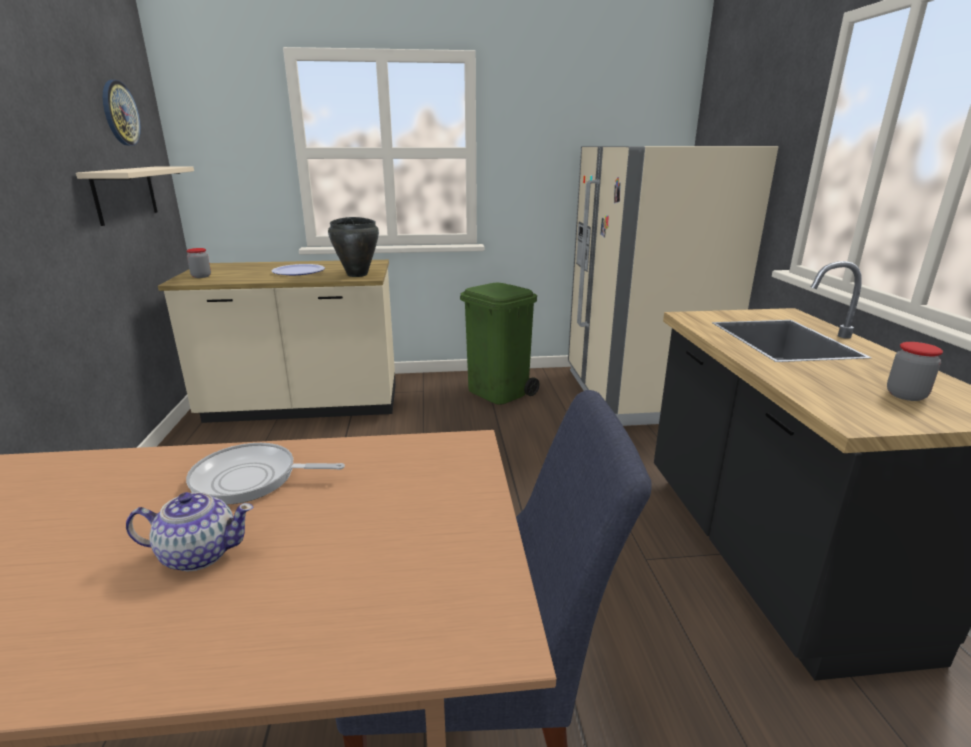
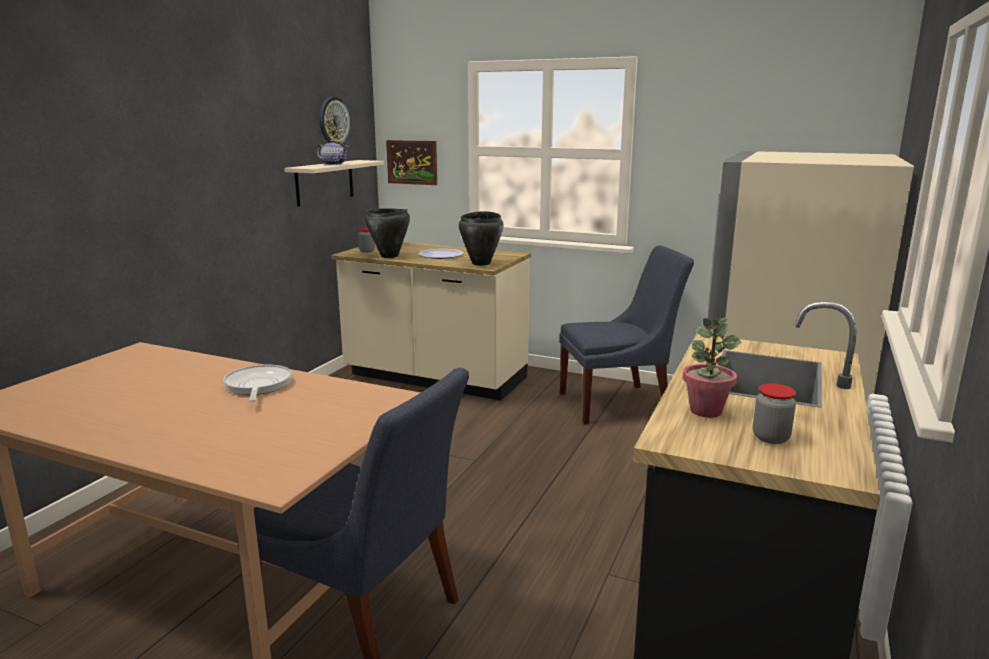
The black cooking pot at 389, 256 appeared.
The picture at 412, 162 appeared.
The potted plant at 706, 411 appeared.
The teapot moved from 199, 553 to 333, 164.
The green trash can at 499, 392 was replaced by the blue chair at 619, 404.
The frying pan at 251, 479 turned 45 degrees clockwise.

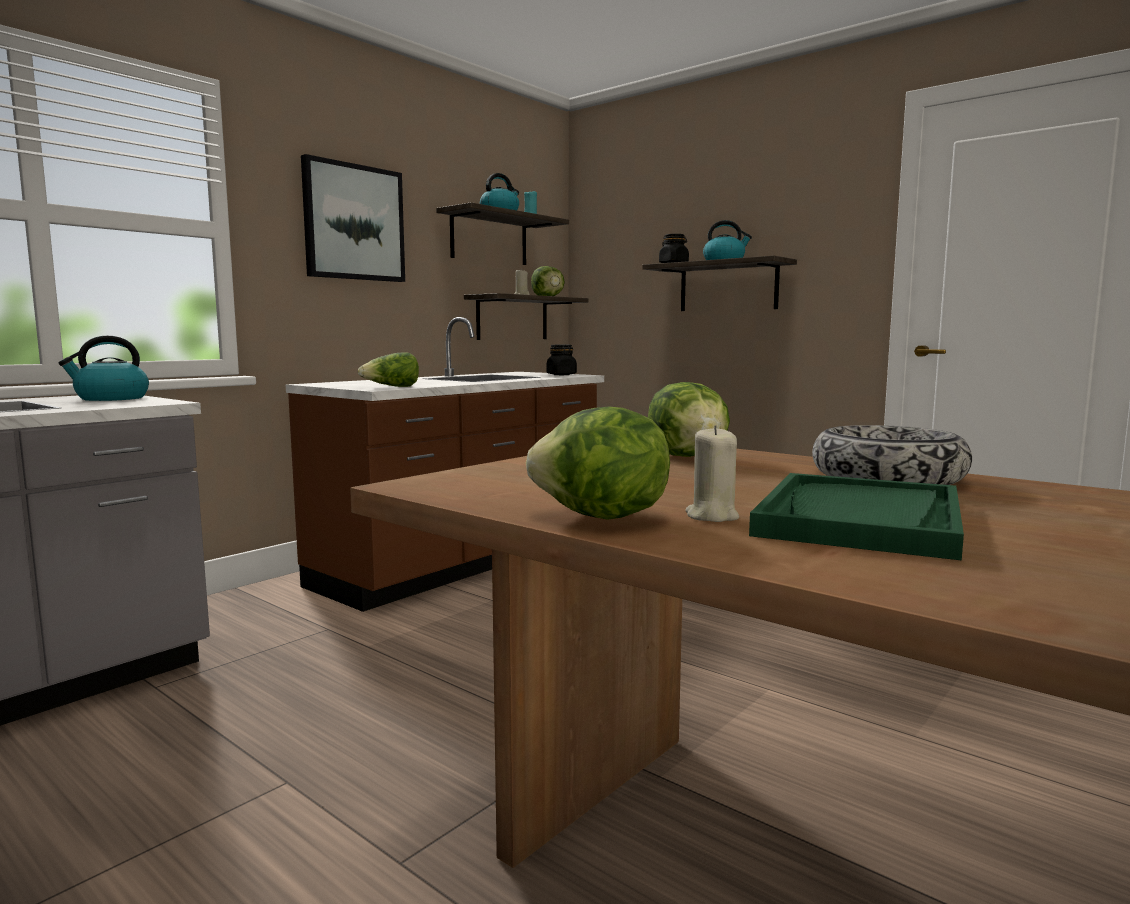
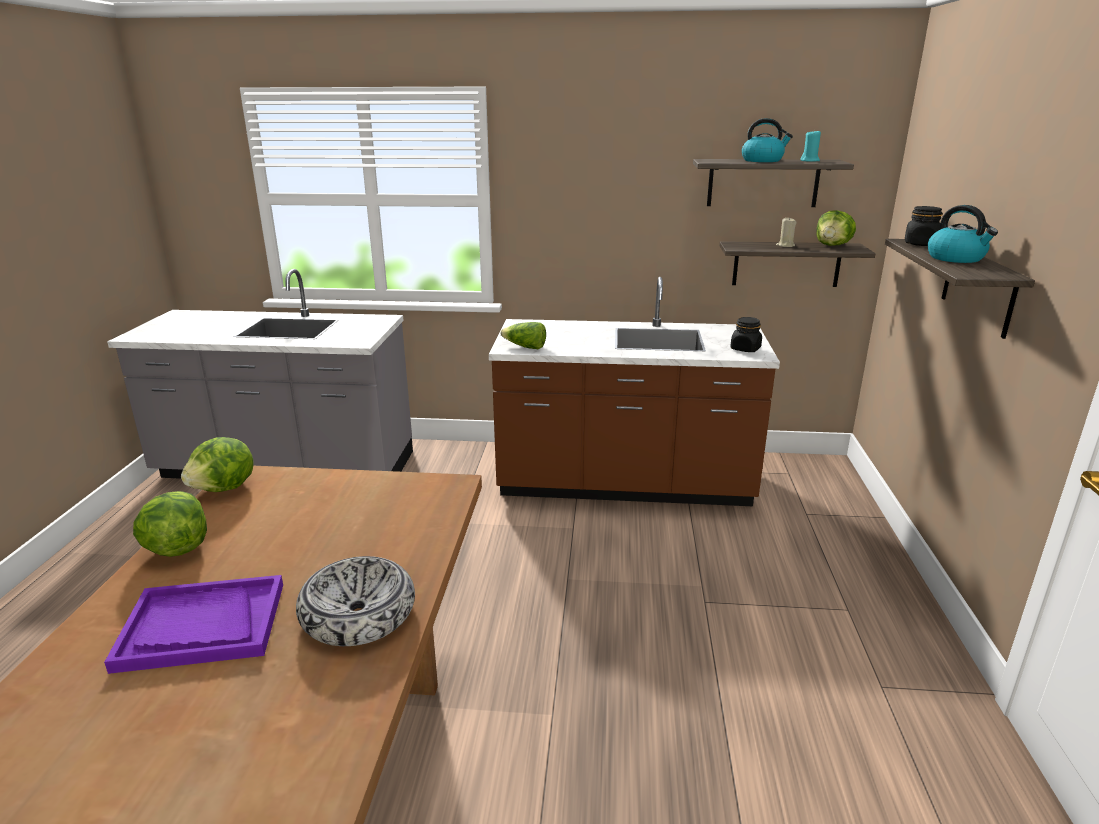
The kettle at 111, 398 disappeared.
The picture at 353, 222 disappeared.
The beige candle at 712, 516 disappeared.
The lettuce moved from 689, 456 to 225, 489.
The green tray at 860, 520 became the purple tray at 202, 626.

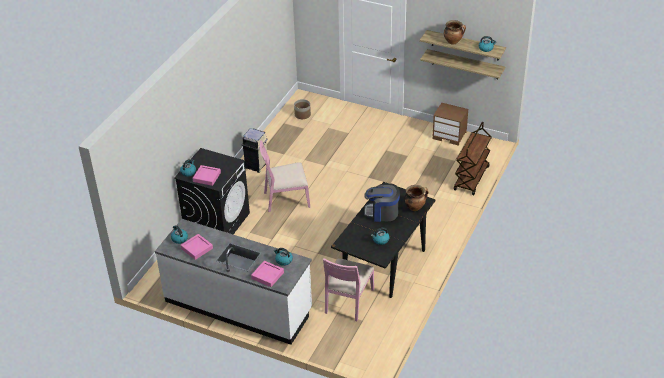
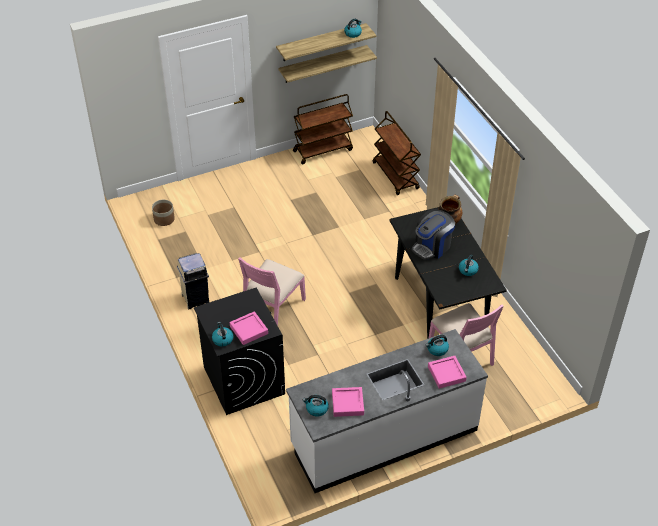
The cooking pot at 453, 42 disappeared.
The brown nightstand at 450, 135 was replaced by the brown cart at 323, 150.

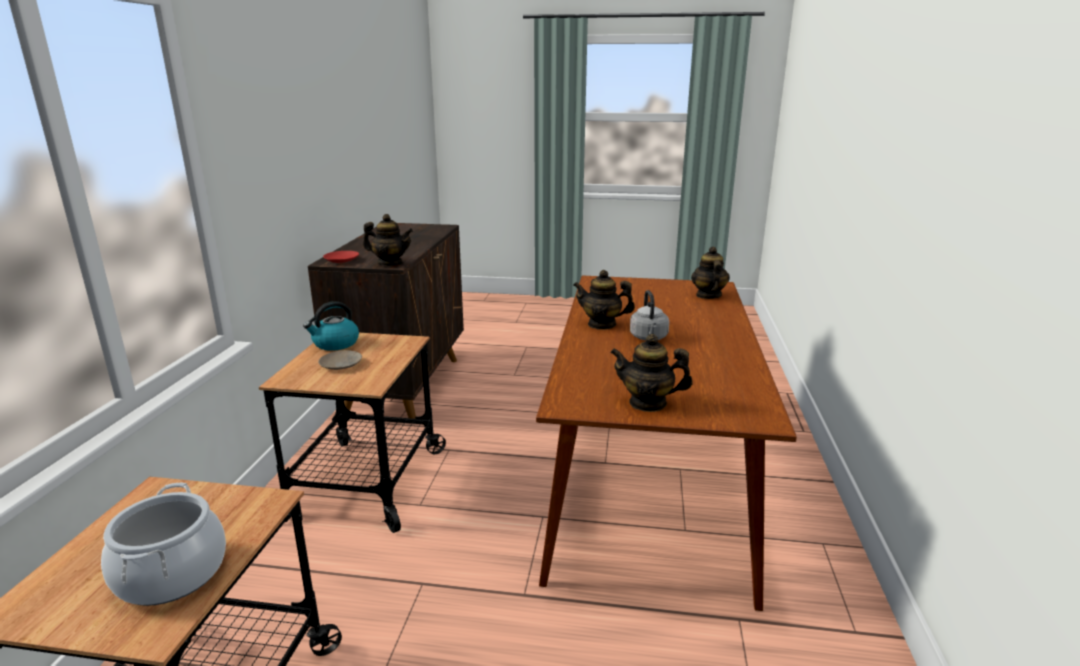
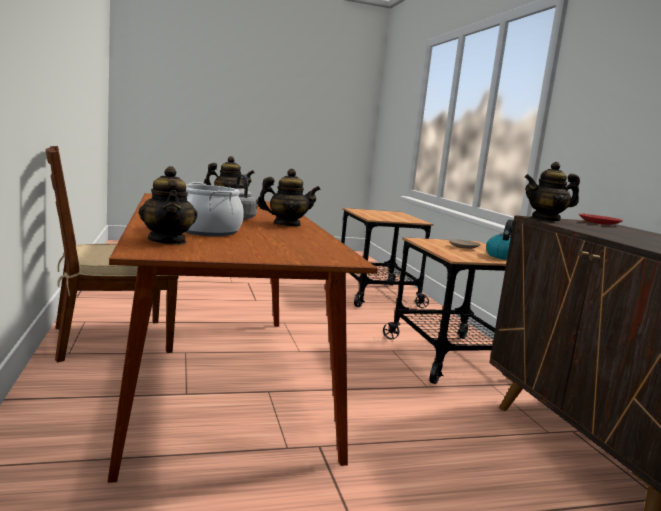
The brown chair at 111, 339 appeared.
The cooking pot moved from 171, 574 to 207, 231.

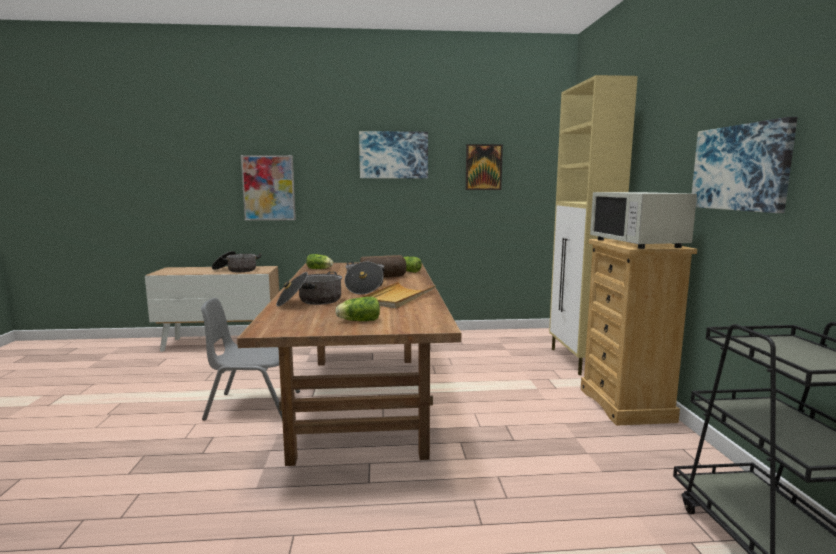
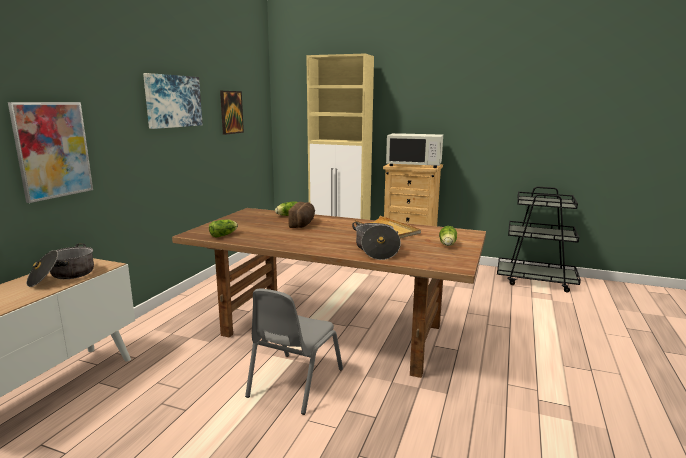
The cooking pot at 364, 288 disappeared.
The picture at 741, 168 disappeared.

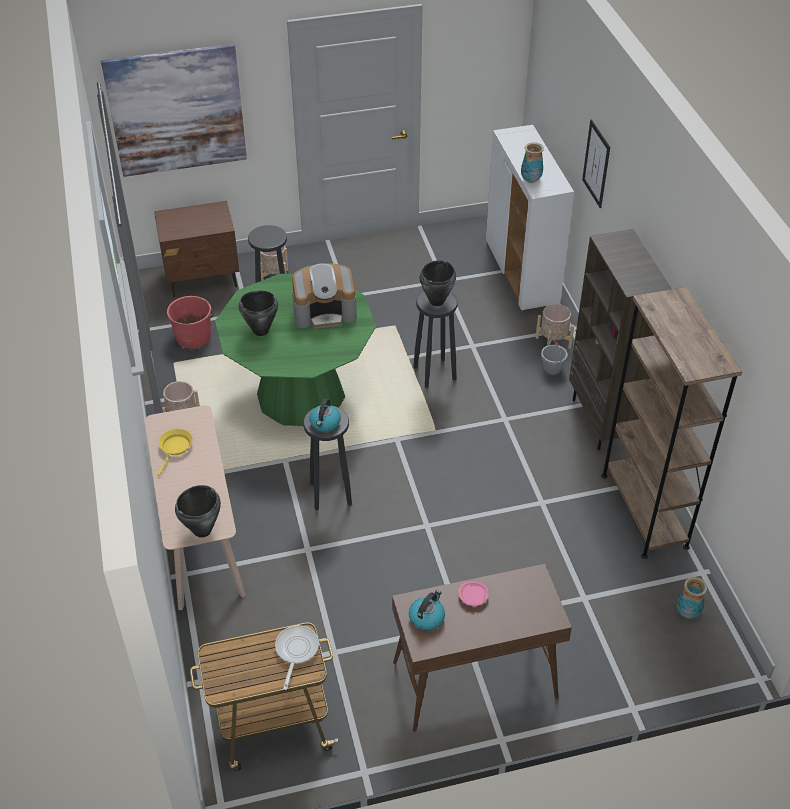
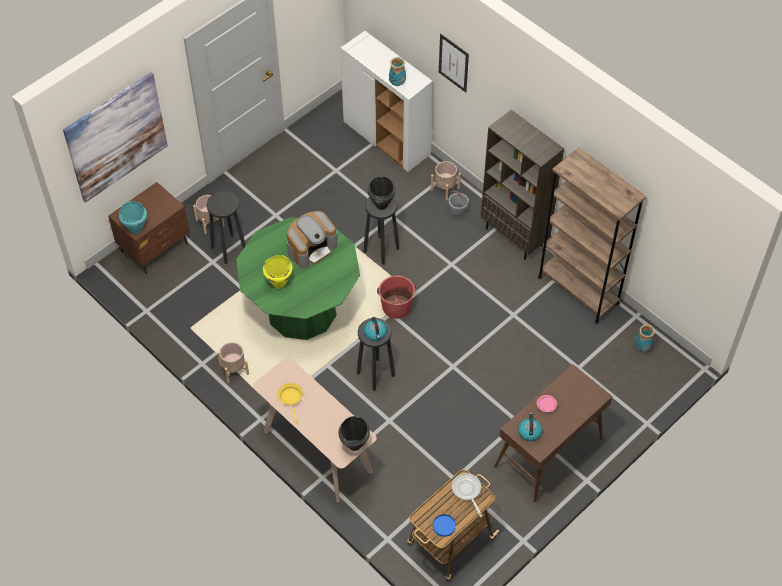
The turquoise cooking pot at 136, 229 appeared.
The blue plate at 444, 526 appeared.
The red bucket moved from 193, 336 to 396, 306.
The black cooking pot at 260, 331 became the yellow cooking pot at 278, 284.

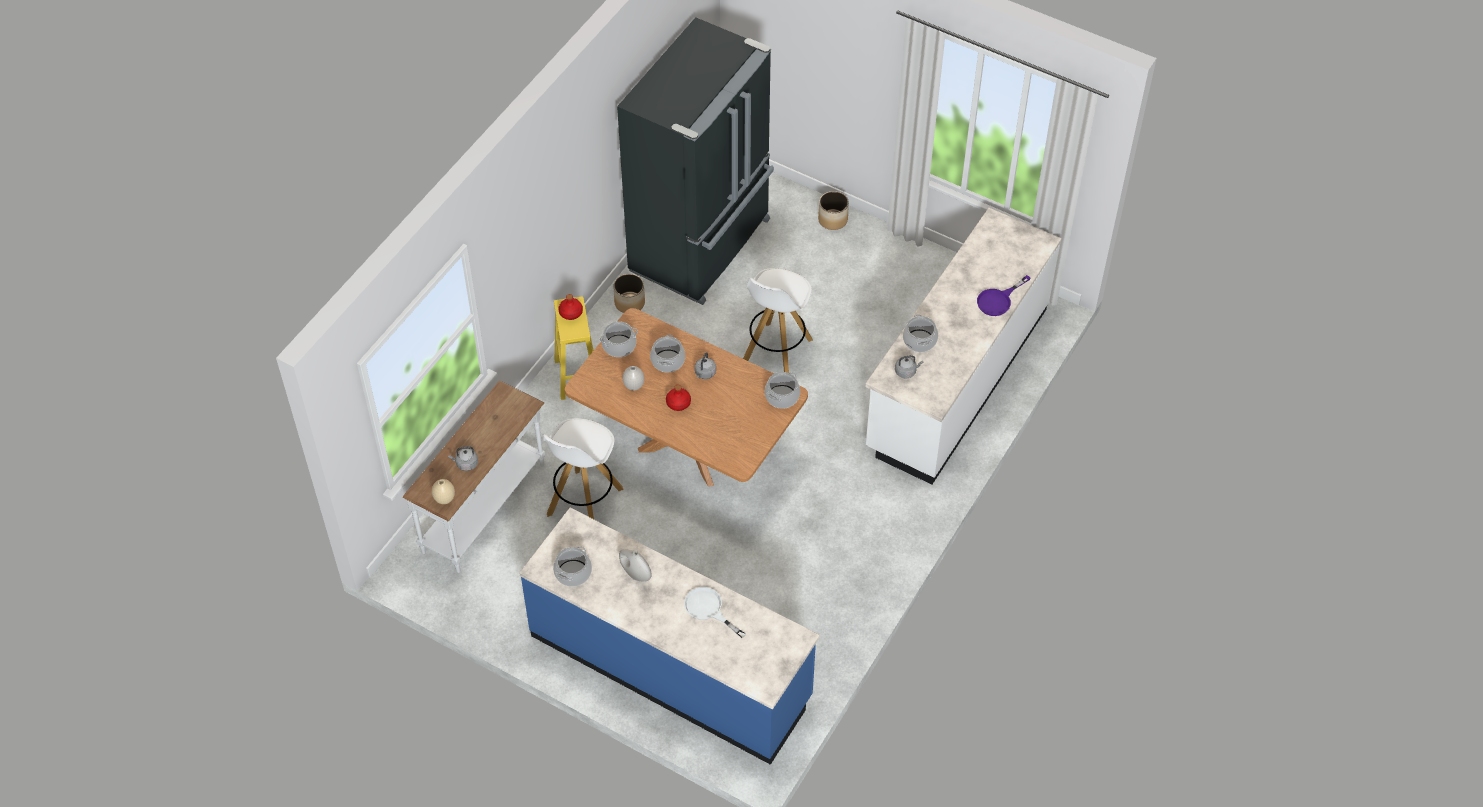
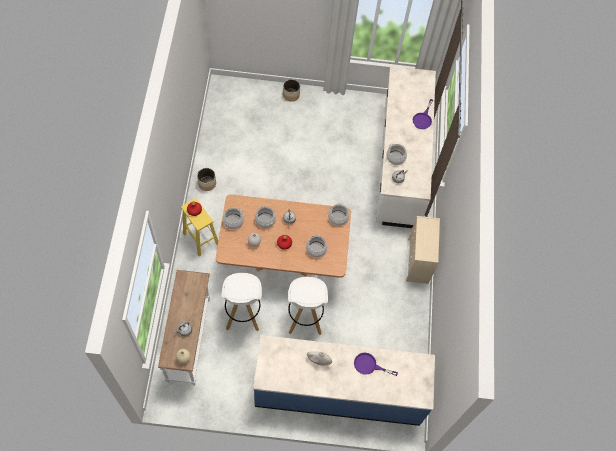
The black fridge at 702, 245 disappeared.
The beige dresser at 418, 261 appeared.
The cooking pot moved from 573, 573 to 316, 249.
The white stool moved from 776, 352 to 305, 317.
The white frying pan at 708, 609 became the purple frying pan at 369, 365.

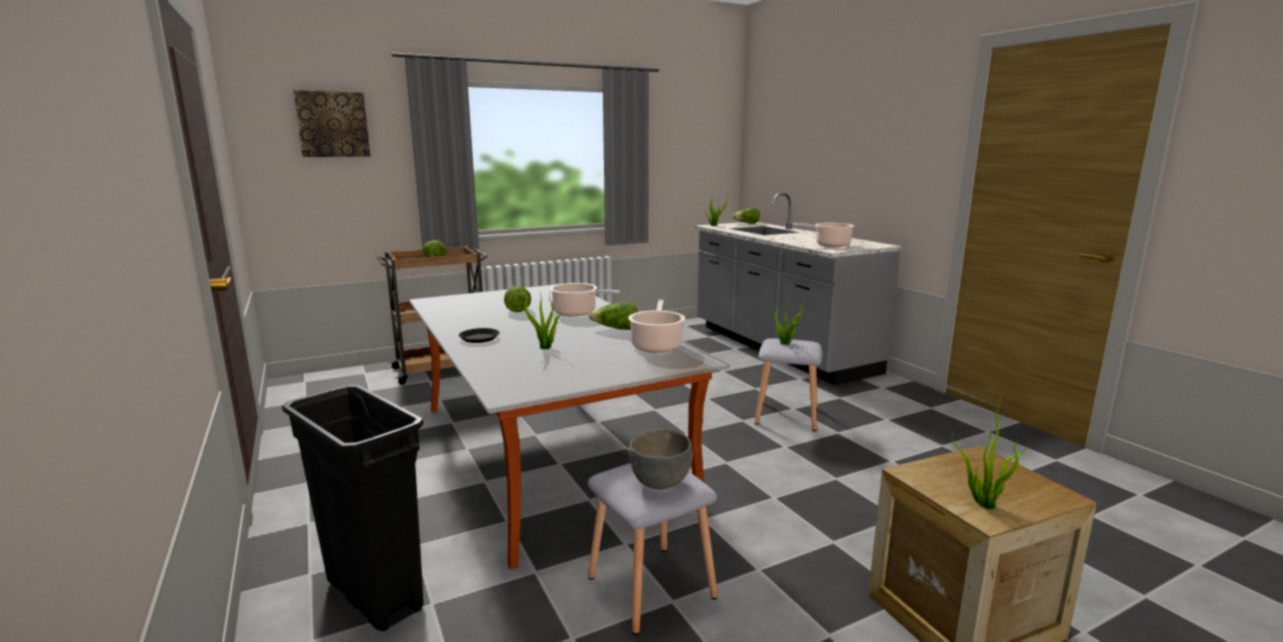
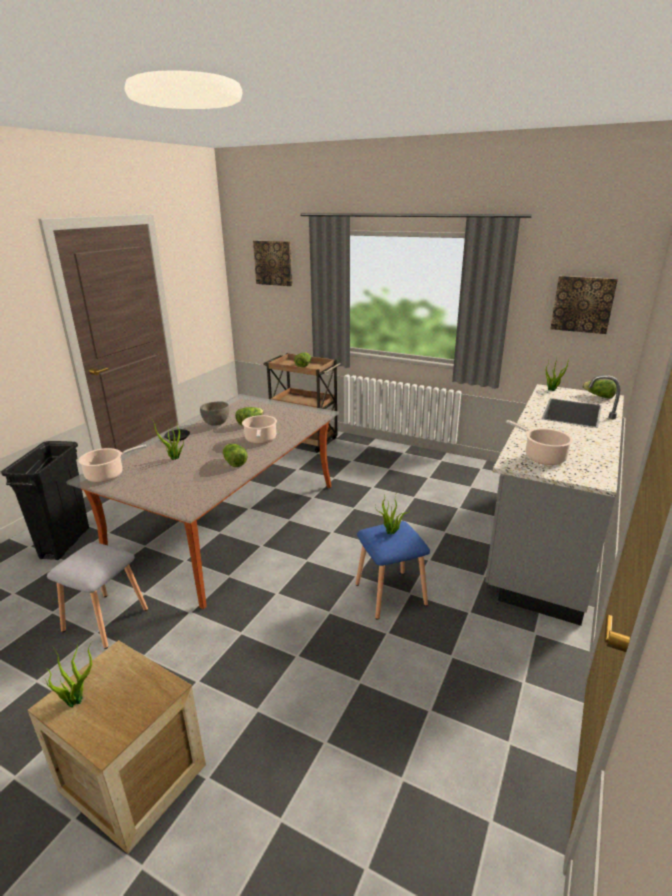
The picture at 583, 304 appeared.
The cooking pot moved from 656, 345 to 107, 475.
The grey bowl moved from 661, 482 to 216, 423.
The grey stool at 787, 416 became the blue stool at 389, 595.

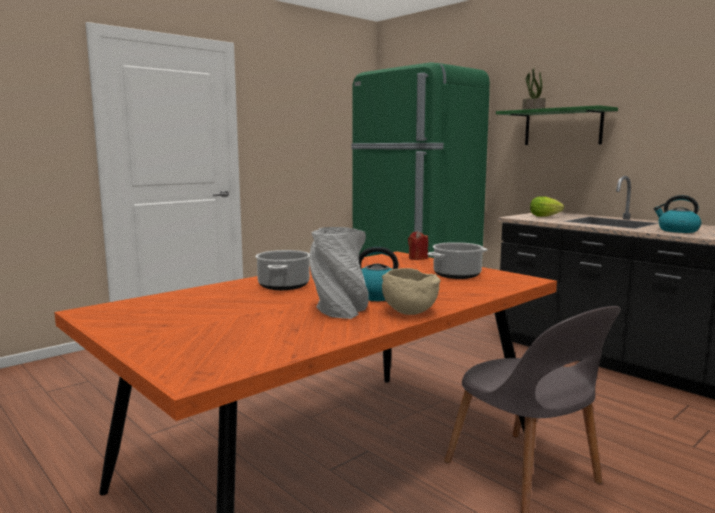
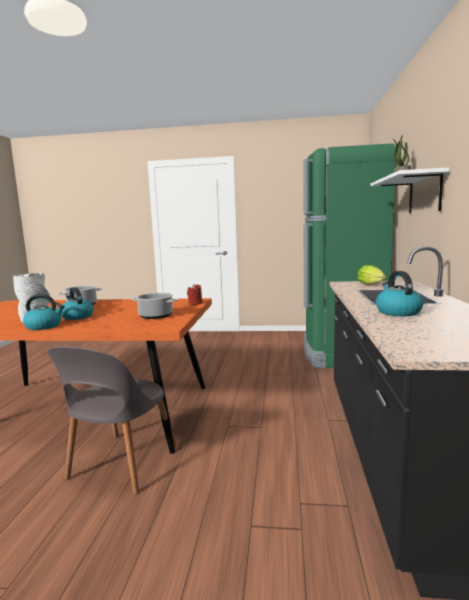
The beige bowl at 407, 312 was replaced by the kettle at 44, 326.
The green shelf at 562, 127 became the white shelf at 424, 194.

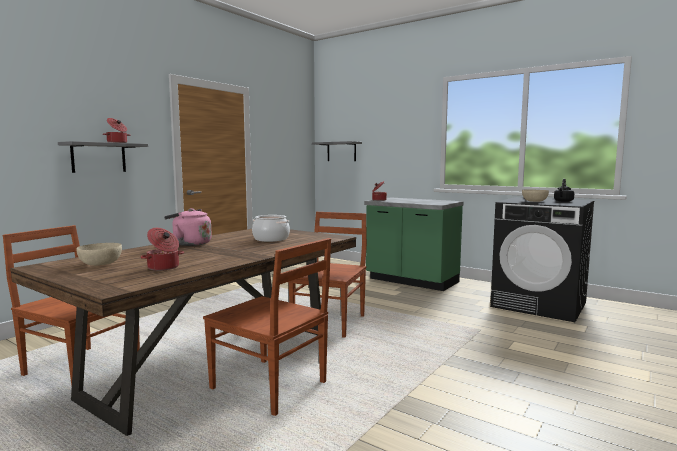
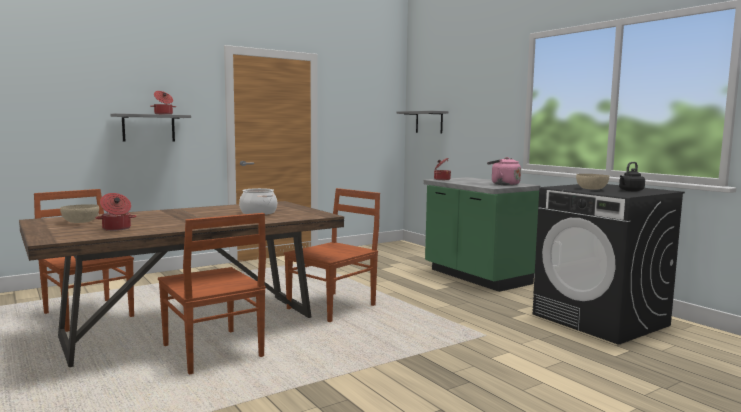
The pink kettle moved from 190, 244 to 503, 184.

